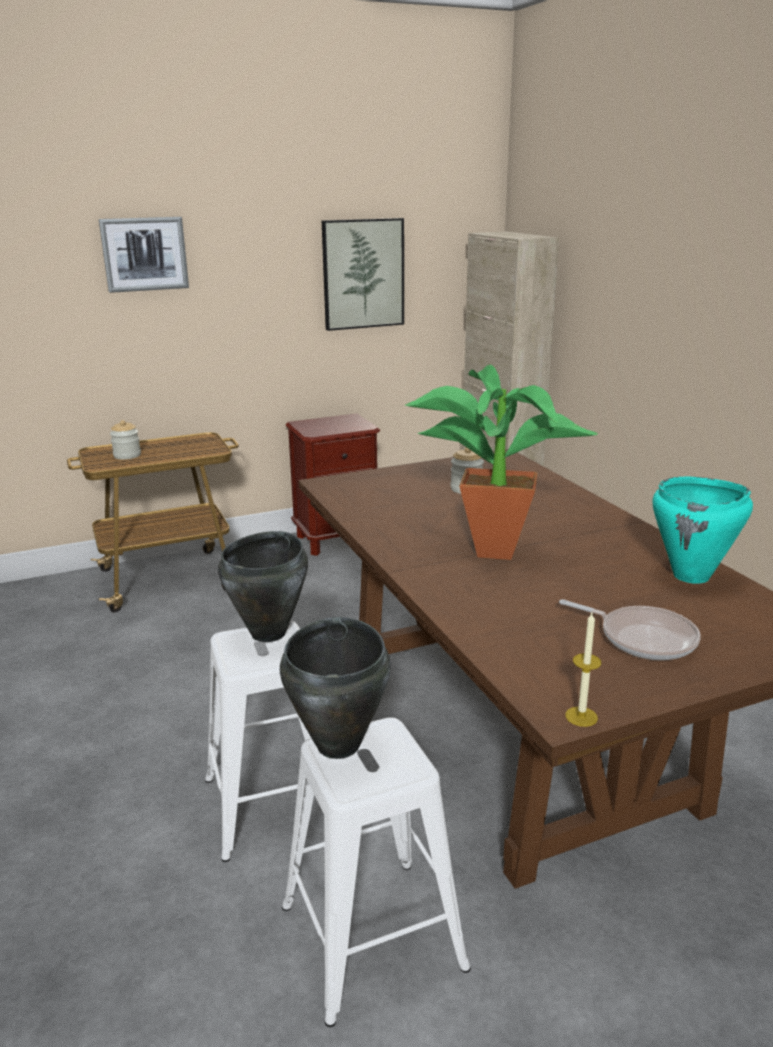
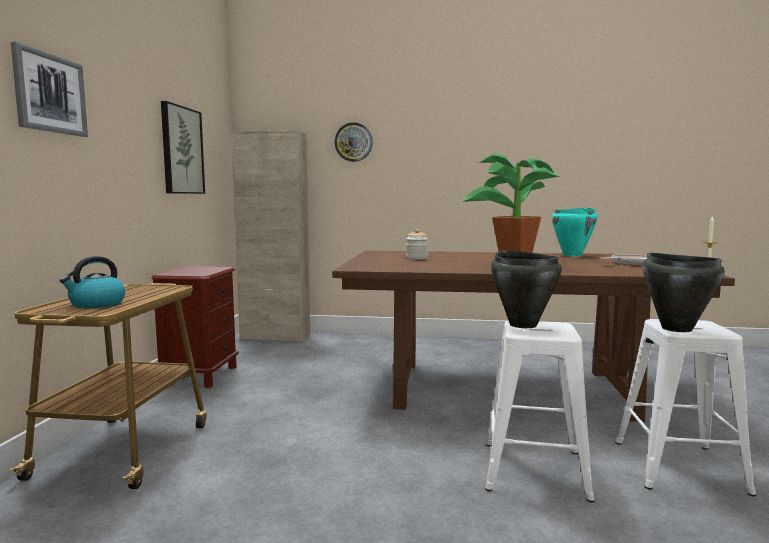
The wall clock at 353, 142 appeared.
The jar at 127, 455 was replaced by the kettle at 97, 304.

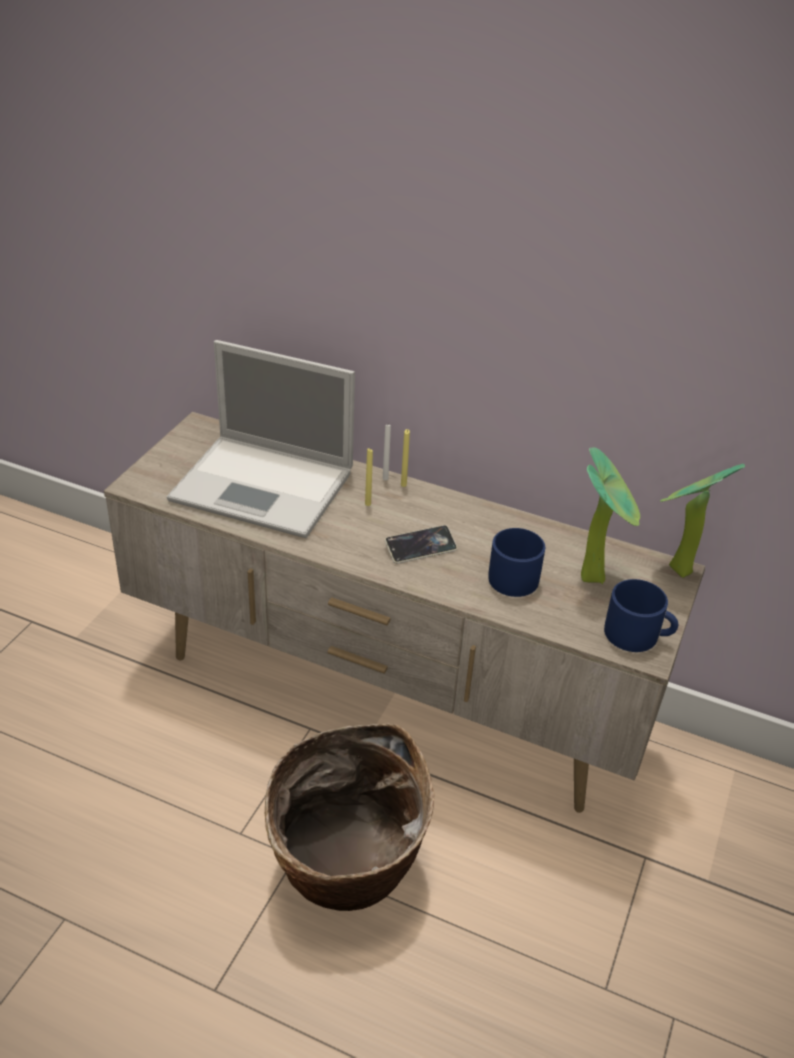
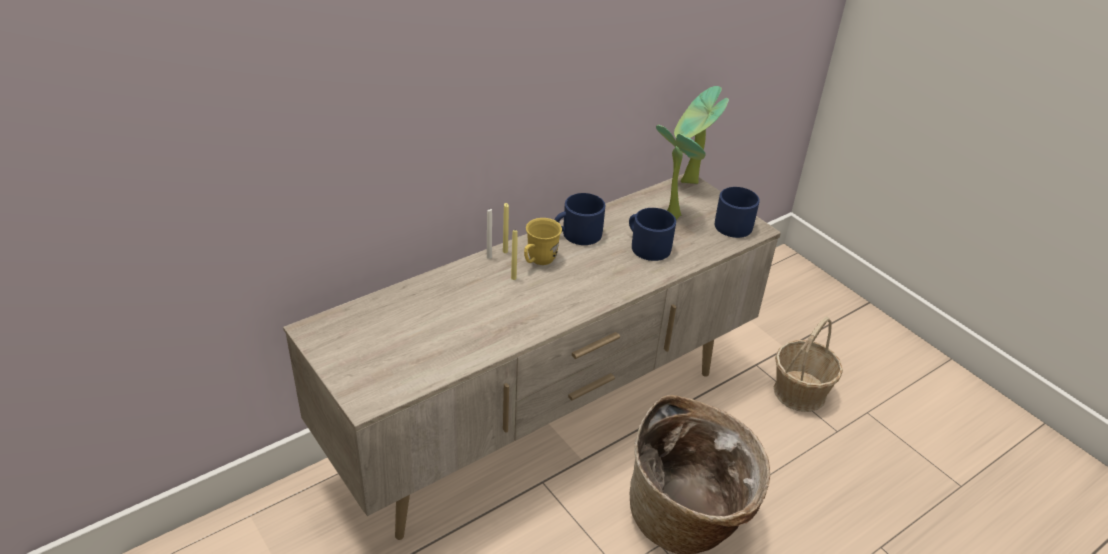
The laptop at 266, 486 disappeared.
The phone at 420, 548 disappeared.
The yellow mug at 538, 261 appeared.
The blue mug at 577, 234 appeared.
The basket at 800, 392 appeared.

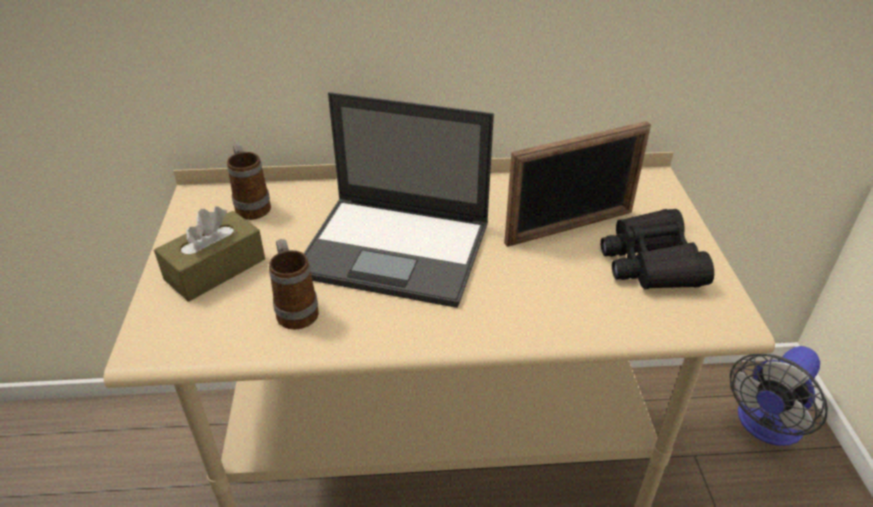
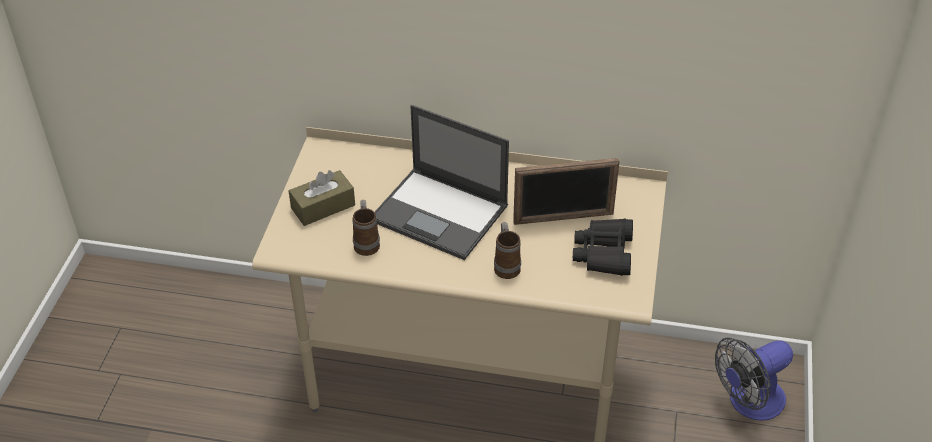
The mug moved from 252, 205 to 506, 265.

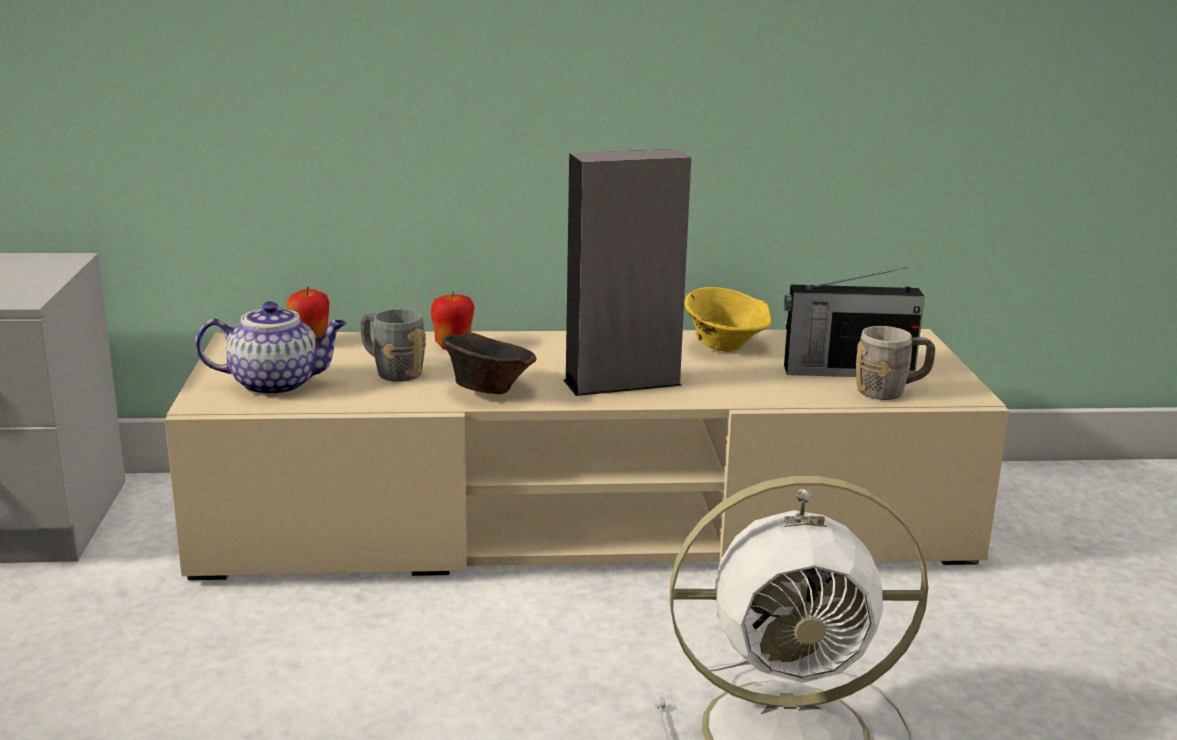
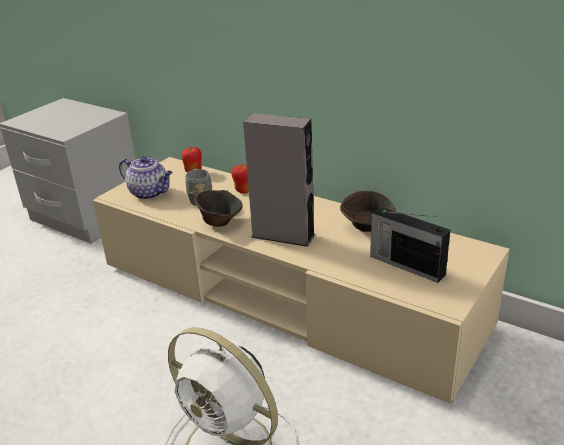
The grey mug at 891, 391 disappeared.
The yellow bowl at 725, 347 became the brown bowl at 367, 227.

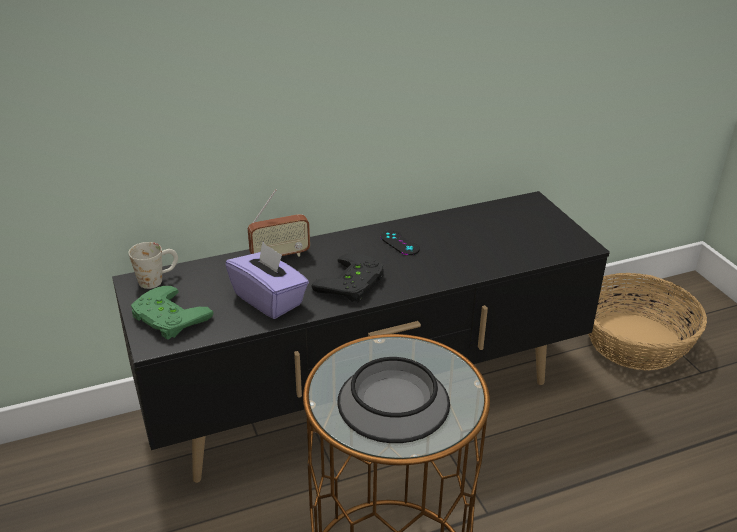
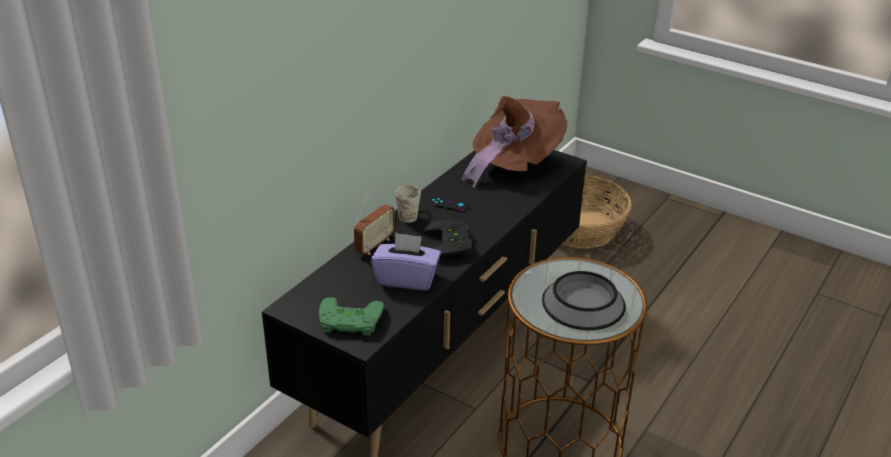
The brown hat at 512, 164 appeared.
The white mug moved from 157, 279 to 410, 214.

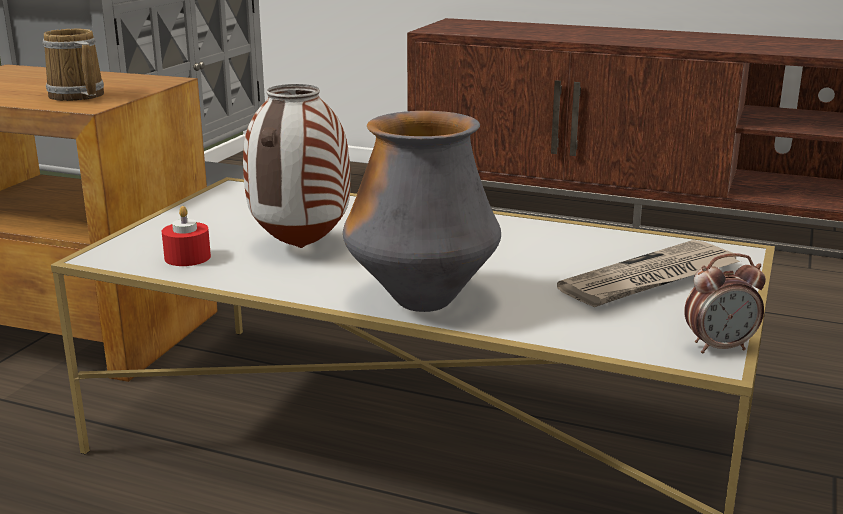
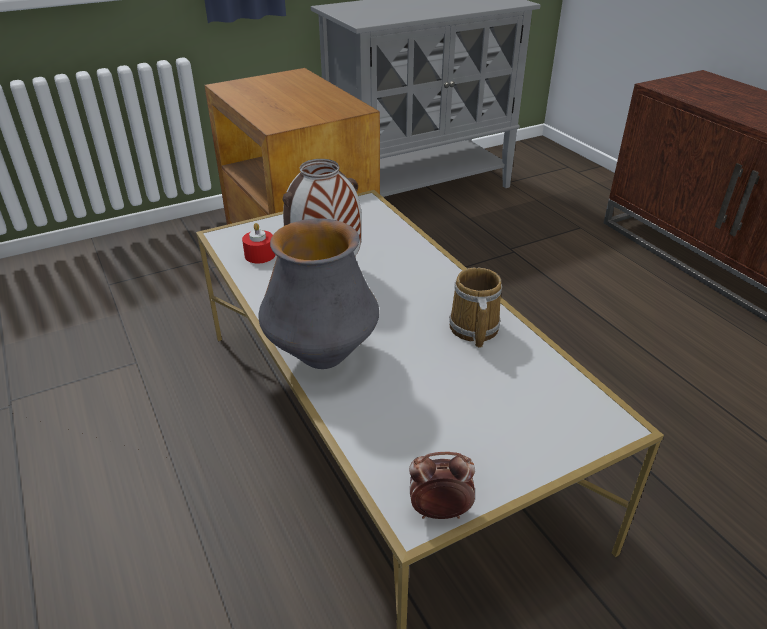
The newspaper at 650, 280 disappeared.
The mug moved from 76, 96 to 472, 329.
The alarm clock at 719, 347 turned 150 degrees clockwise.

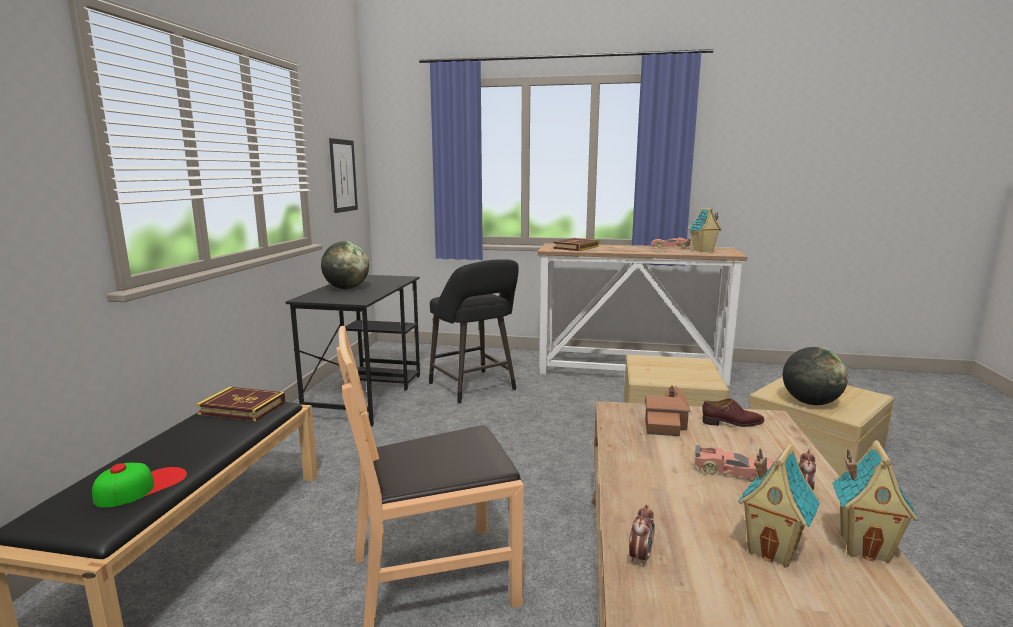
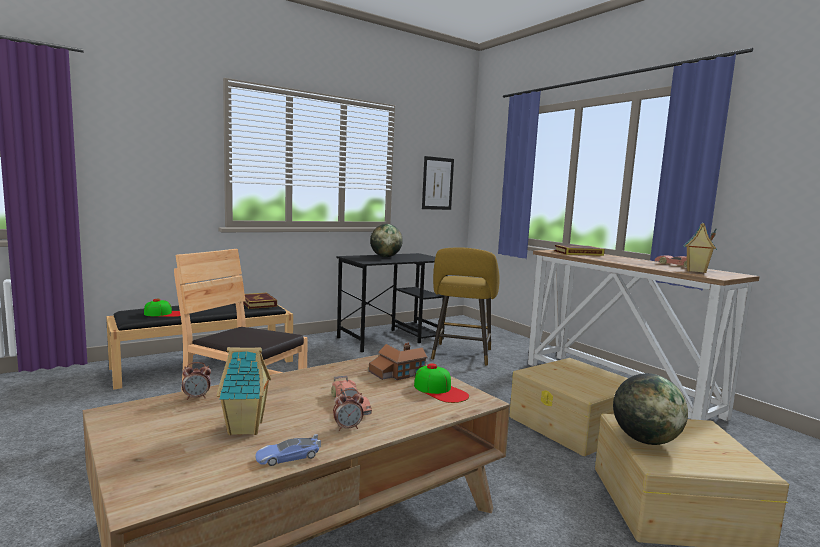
The brown shoe at 732, 423 was replaced by the cap at 440, 390.
The toy house at 865, 547 was replaced by the toy car at 288, 456.
The black stool at 474, 388 became the yellow stool at 461, 356.

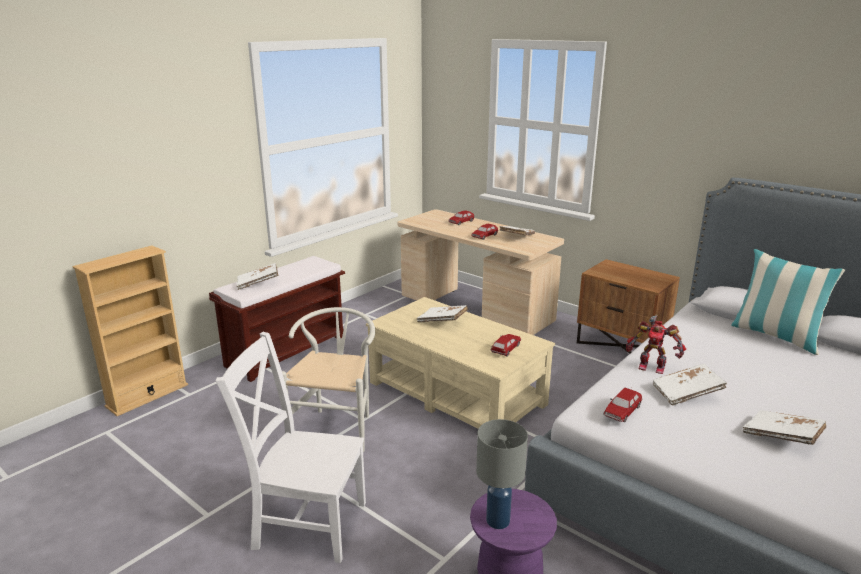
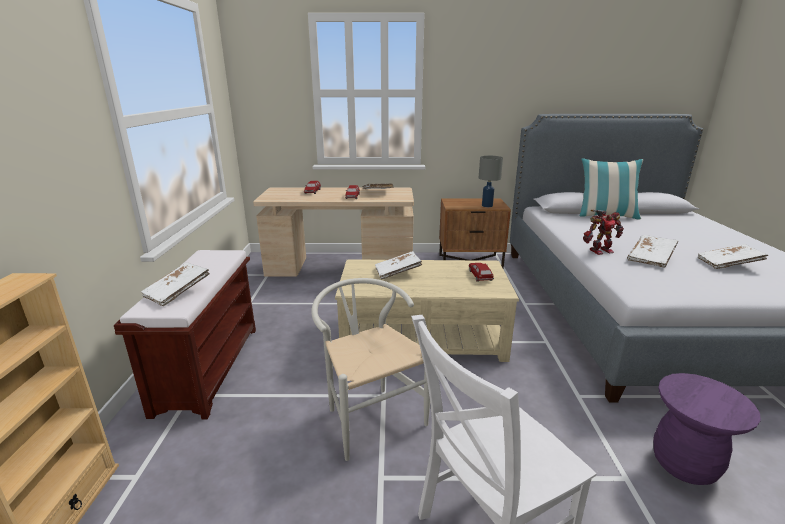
The toy car at 622, 411 disappeared.
The grey table lamp moved from 498, 520 to 487, 205.

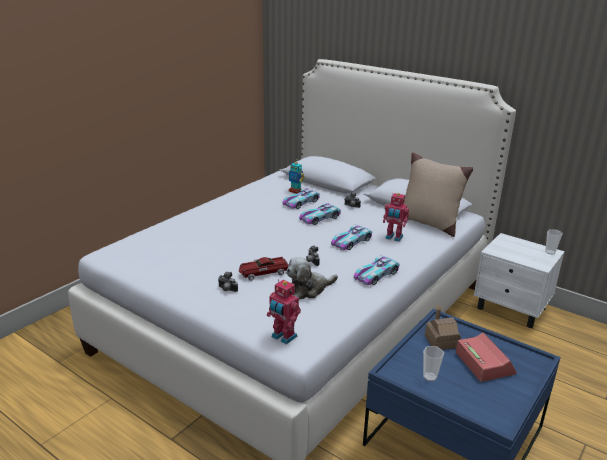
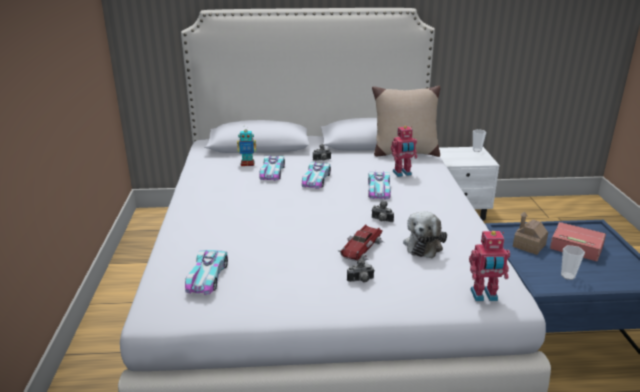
The toy car moved from 376, 275 to 207, 276.

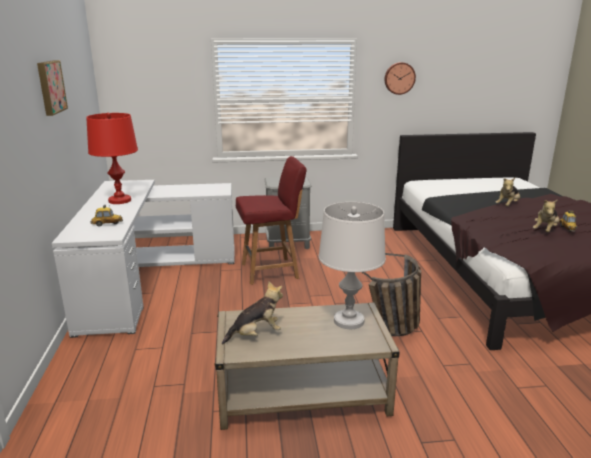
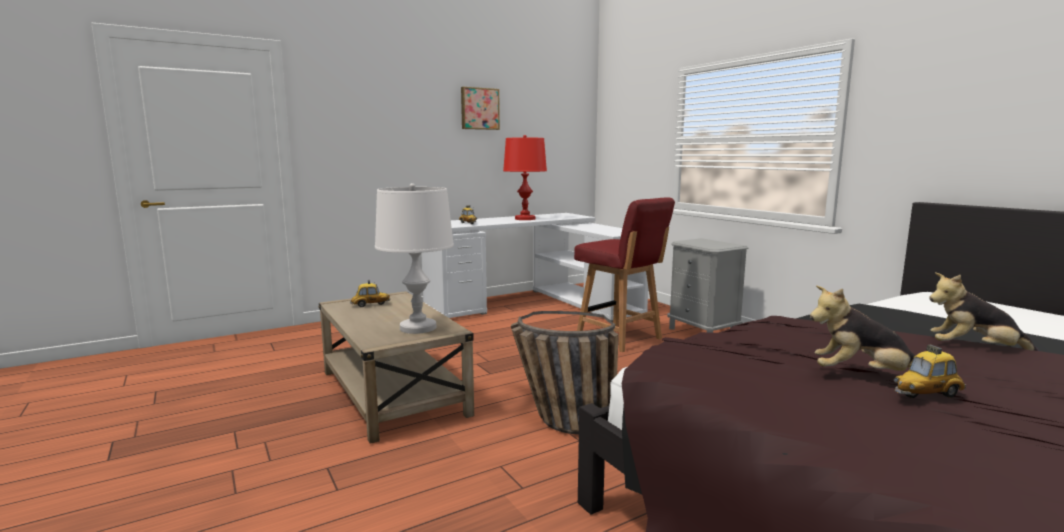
The wall clock at 399, 78 disappeared.
The plush toy at 256, 334 was replaced by the toy car at 370, 305.

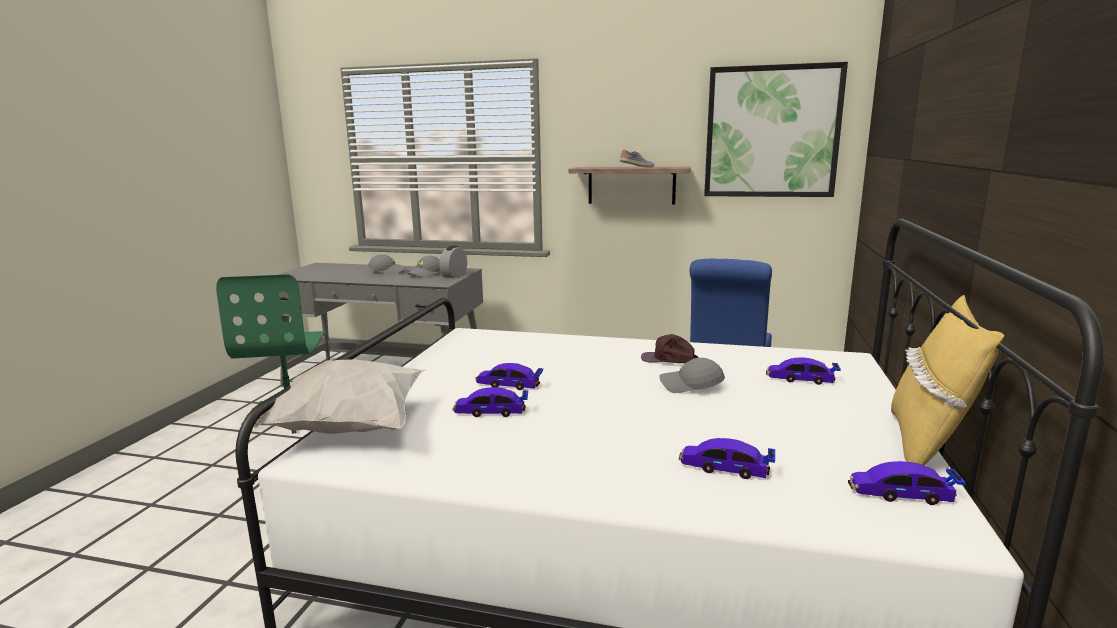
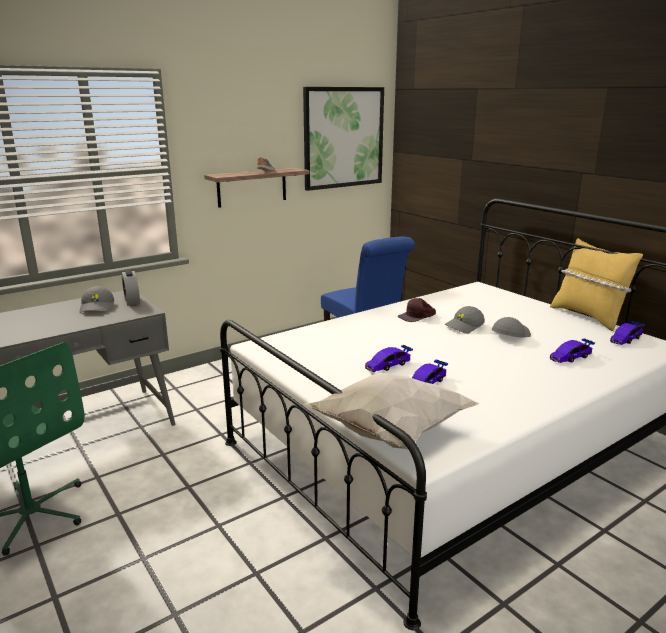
The toy car at 801, 379 disappeared.
The grey cap moved from 388, 271 to 510, 335.

